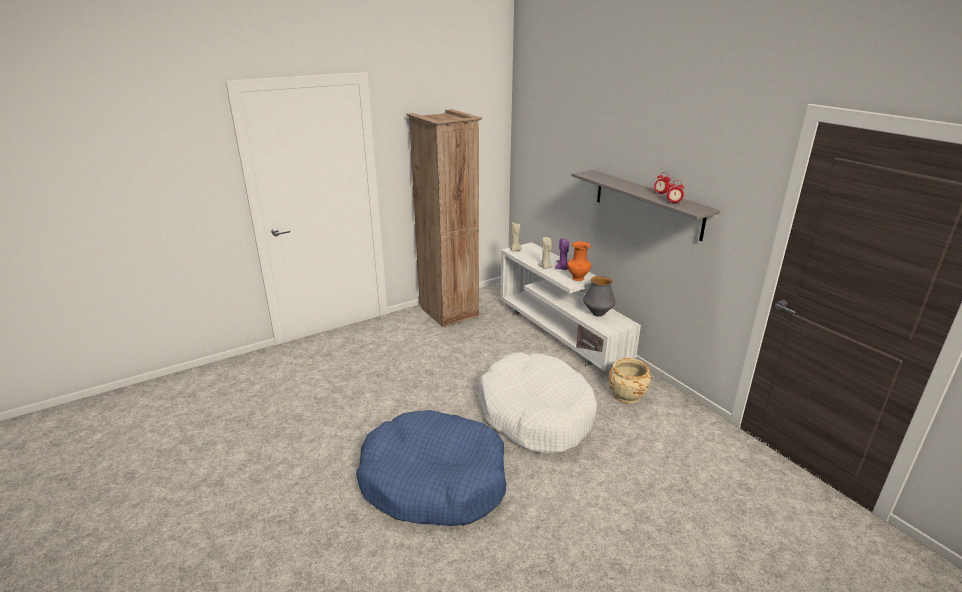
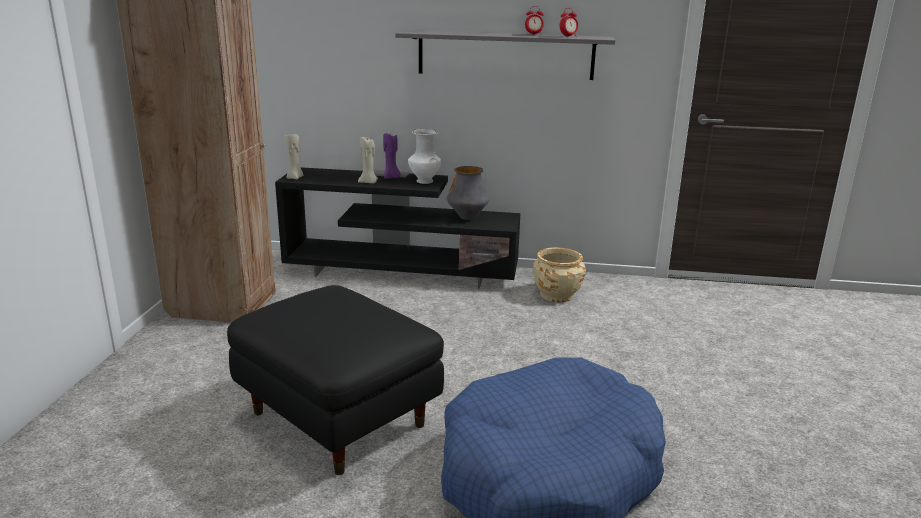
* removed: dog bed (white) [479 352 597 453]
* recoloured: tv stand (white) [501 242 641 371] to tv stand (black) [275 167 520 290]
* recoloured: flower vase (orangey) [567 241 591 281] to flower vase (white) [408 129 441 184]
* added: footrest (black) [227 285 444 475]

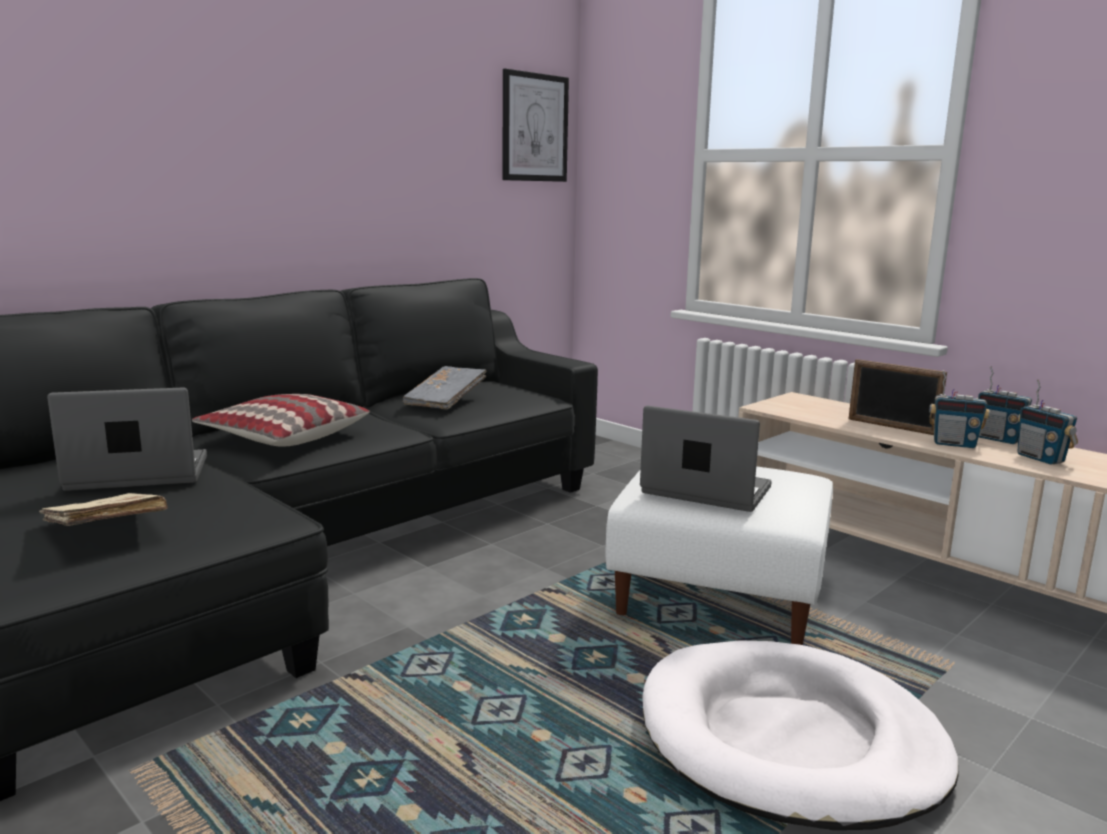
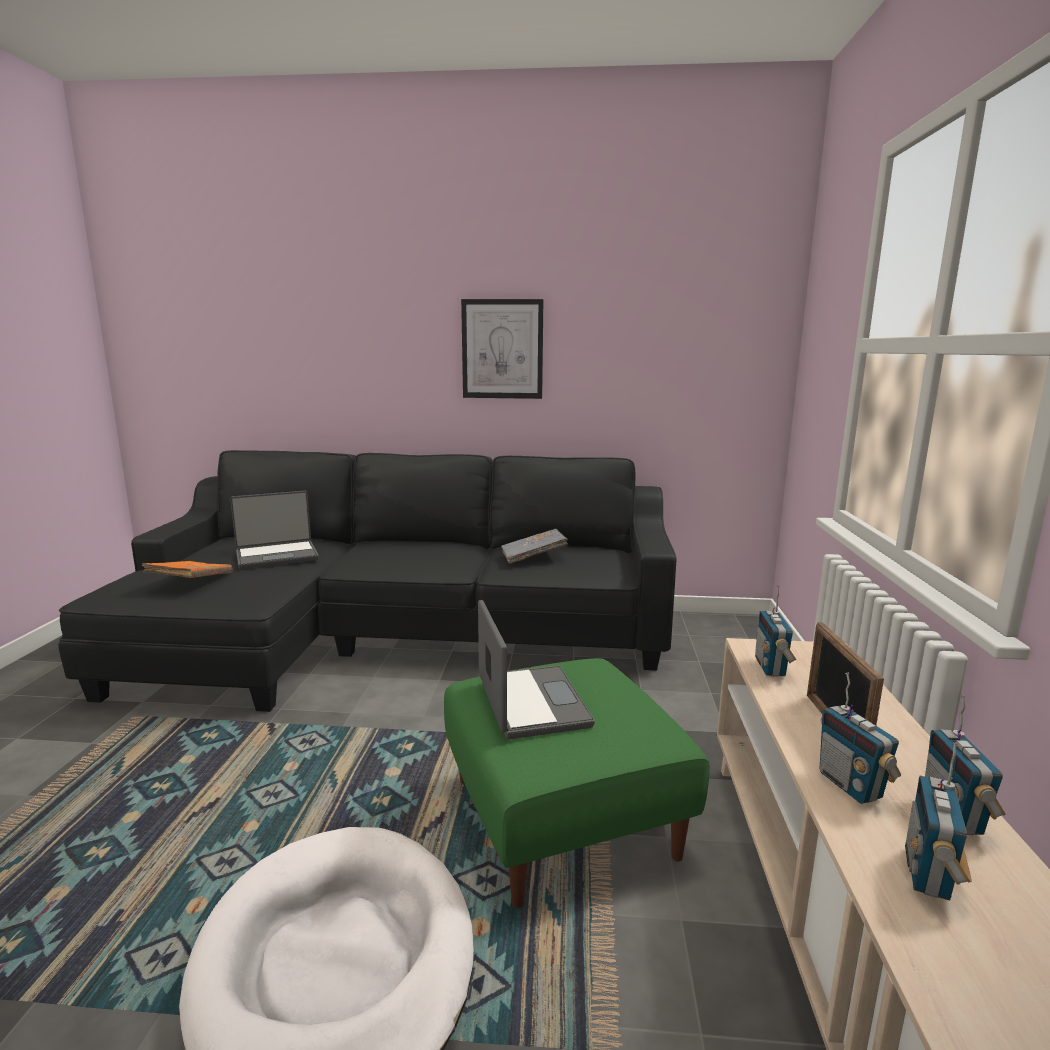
* recoloured: bound book (beige-coloured) [39 493 168 526] to bound book (orangey) [142 561 233 578]
* turned: portable computer [47 387 207 491] = [230 491 319 569] 120 degrees clockwise
* removed: throw pillow [192 394 370 447]
* moved: picture [503 68 569 182] to [461 299 543 399]
* recoloured: footrest (white) [606 466 833 645] to footrest (green) [444 658 710 908]
* added: radio receiver [755 586 796 677]

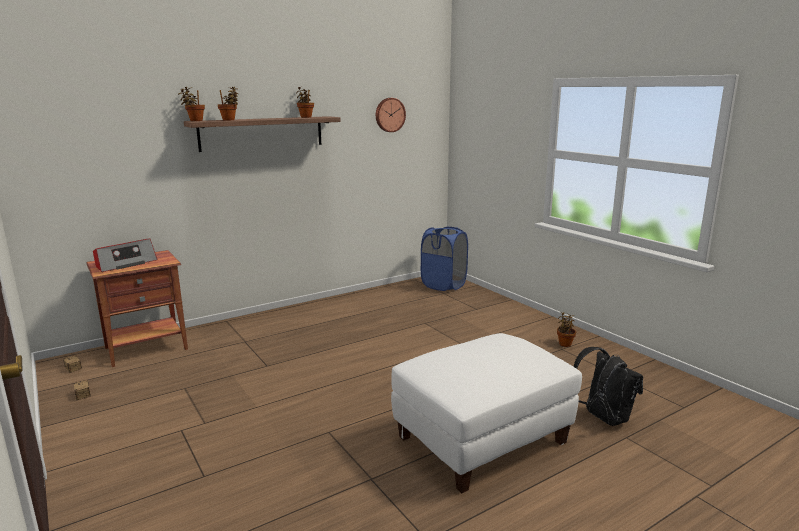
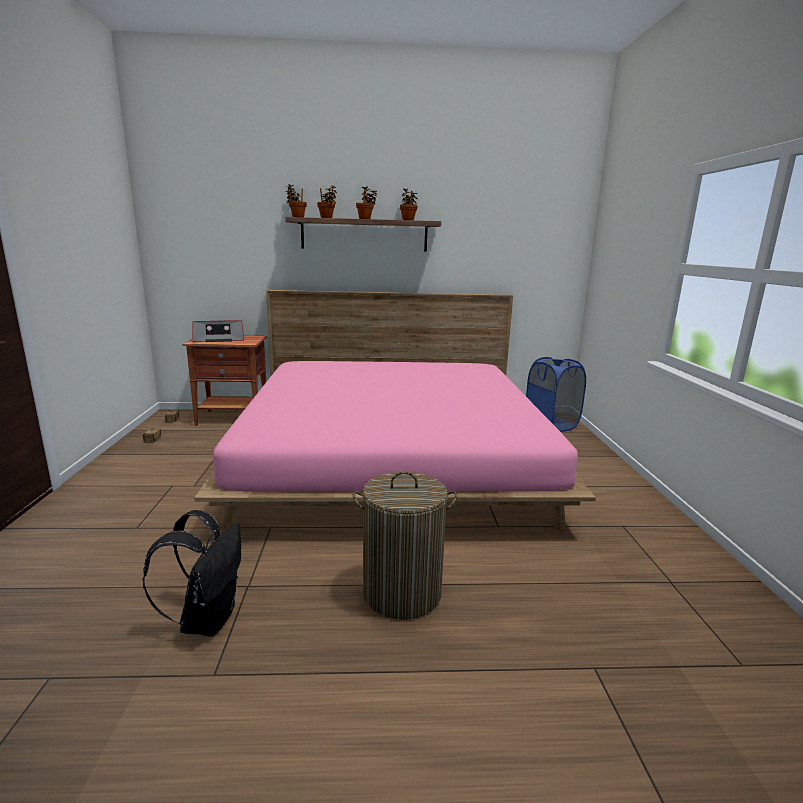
* removed: hanging clock [376 98 406 132]
* replaced: footrest (white) [391 333 582 493] to washing basket [353 472 457 620]
* moved: potted plant [557 313 576 347] to [356 187 377 219]
* moved: rucksack (black) [574 347 643 426] to [142 510 241 637]
* added: bedroom bed (pinkish) [194 290 596 531]

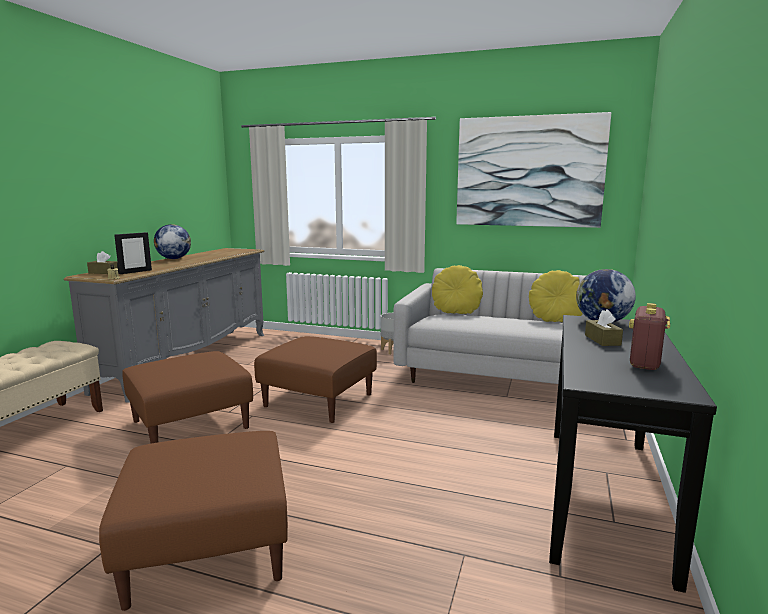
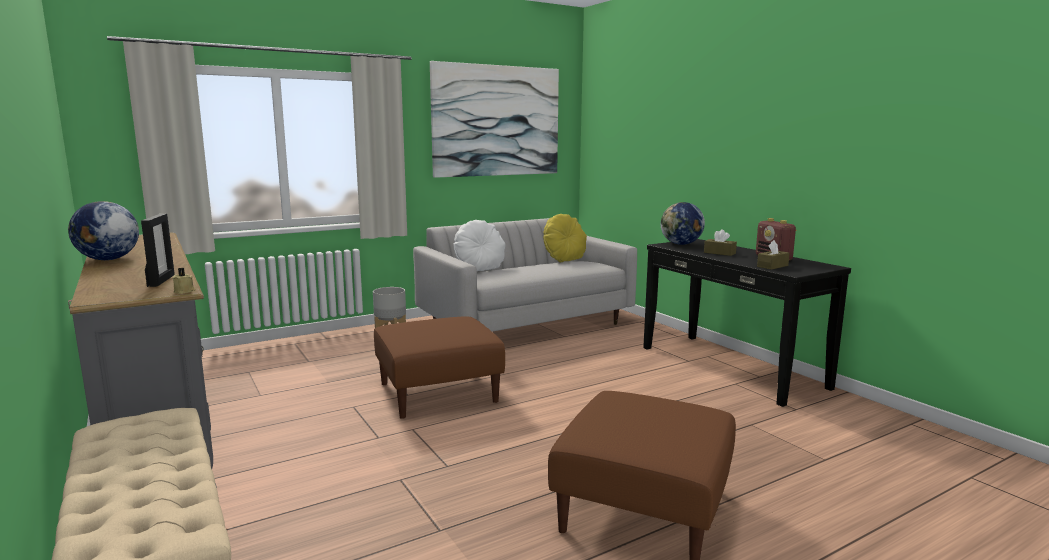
* moved: box of tissues (brown-coloured) [87 251 118 274] to [757 240 790 270]
* removed: footrest (brown-coloured) [122 351 253 444]
* recoloured: throw pillow (yellow) [432 265 483 314] to throw pillow (white) [453 220 506 271]

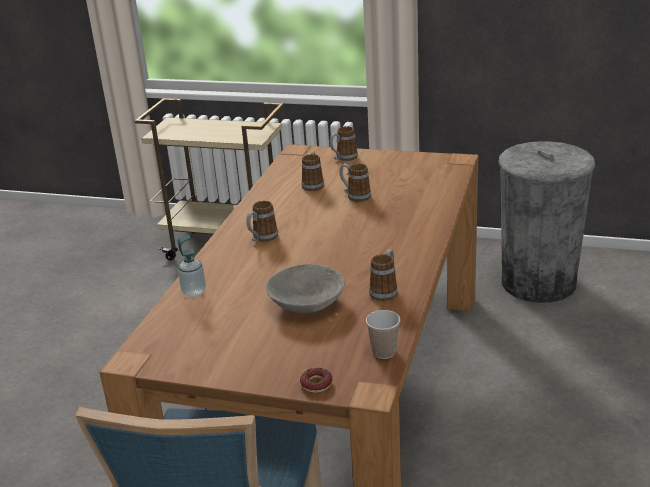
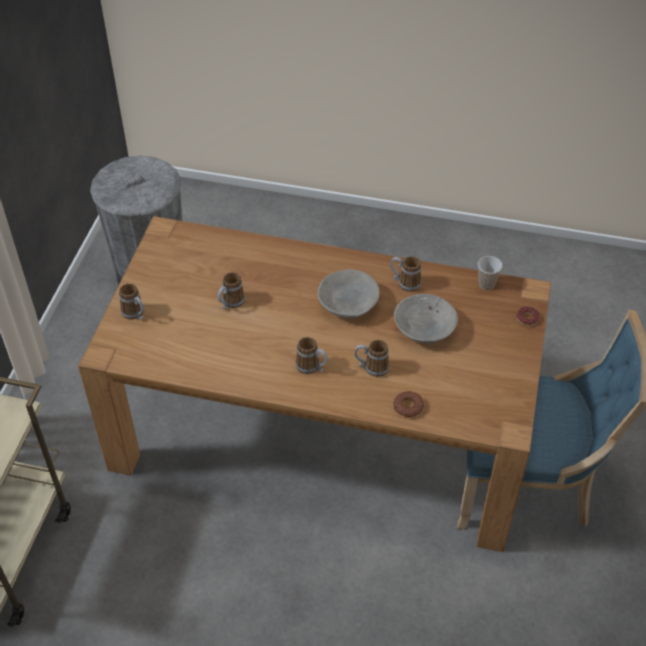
* replaced: liquid soap bottle [178 234 206 297] to donut [394 391 424 417]
* moved: coffee mug [301 151 324 191] to [355 339 389 377]
* added: serving bowl (grey) [318 269 380 318]

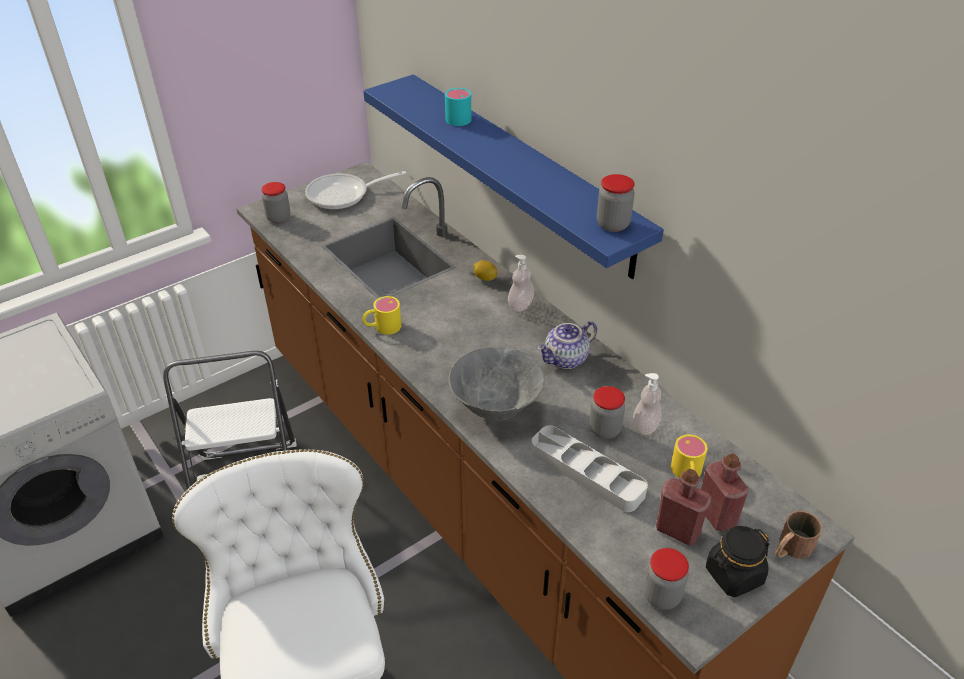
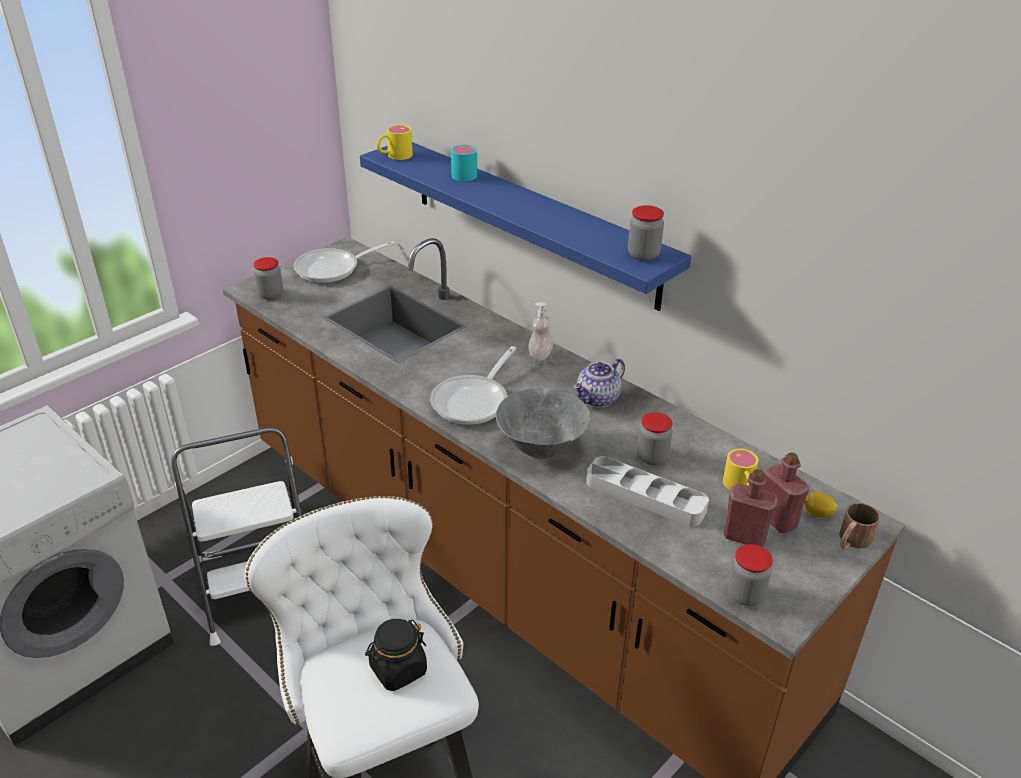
* moved: coffee mug (yellow) [362 296 401 335] to [377 125 413 160]
* moved: whole lemon [473 260 498 281] to [805 492 838 518]
* removed: liquid soap bottle [633 373 662 435]
* moved: jar (black) [706 526 770 597] to [365 619 427 691]
* added: pan [430 346 517 425]

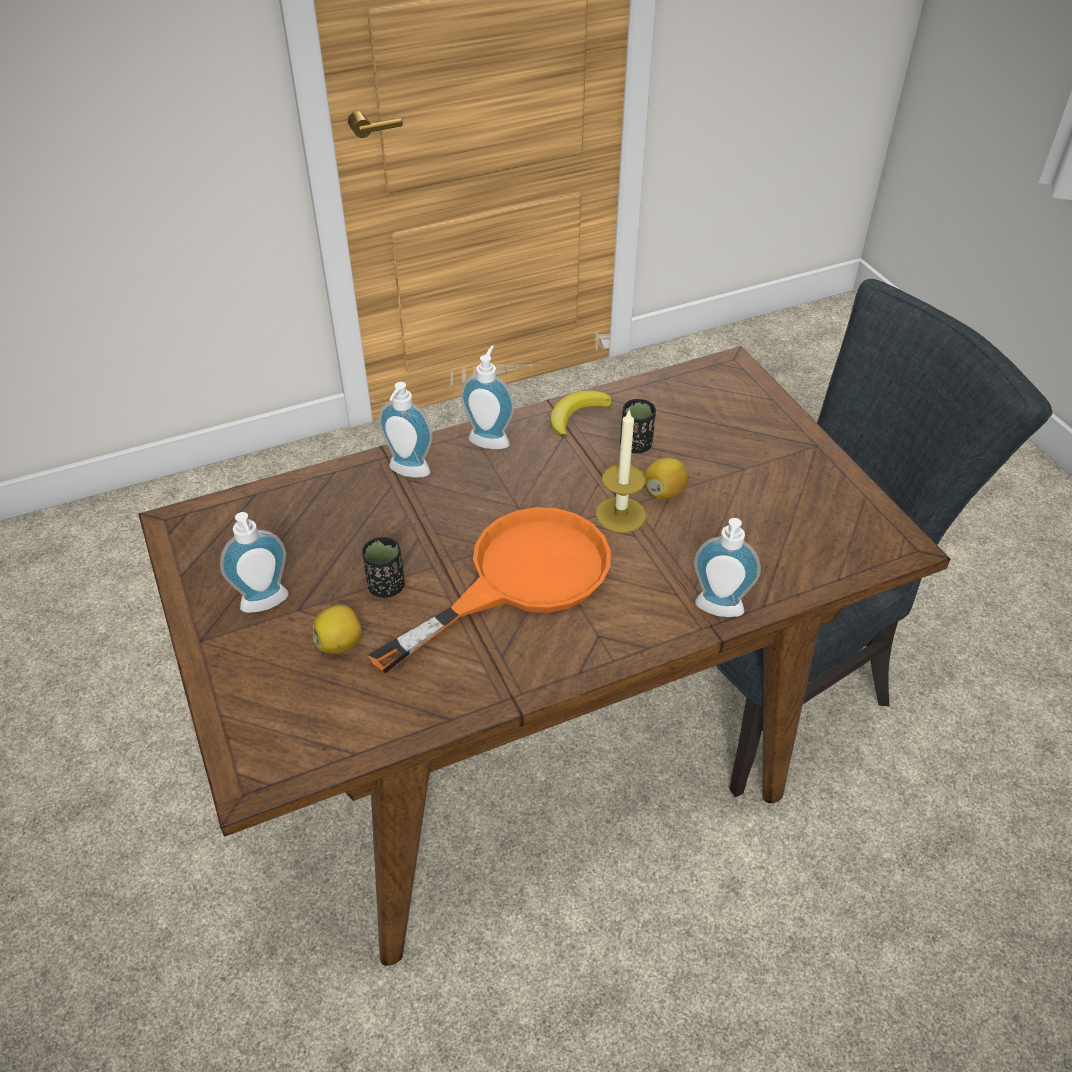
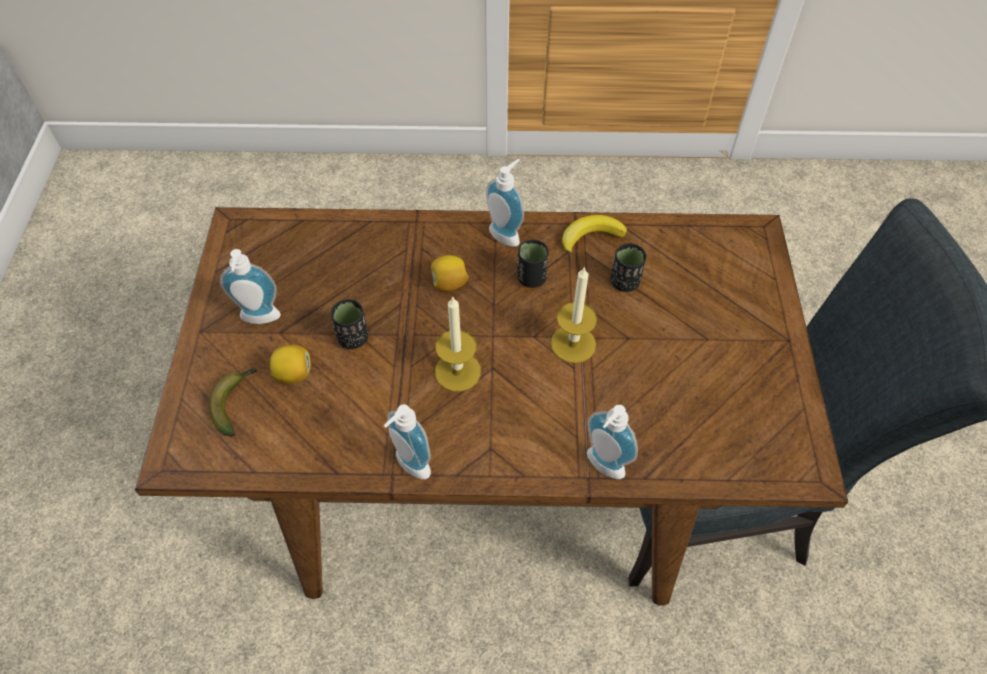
* replaced: pan (orangey) [368 507 611 673] to wax light [435 296 481 392]
* moved: liquid soap bottle [379 382 432 477] to [384 404 431 479]
* moved: whole lemon [644 458 689 500] to [431 255 469 291]
* added: whole banana [209 368 257 437]
* added: small cup (black) [517 240 549 288]

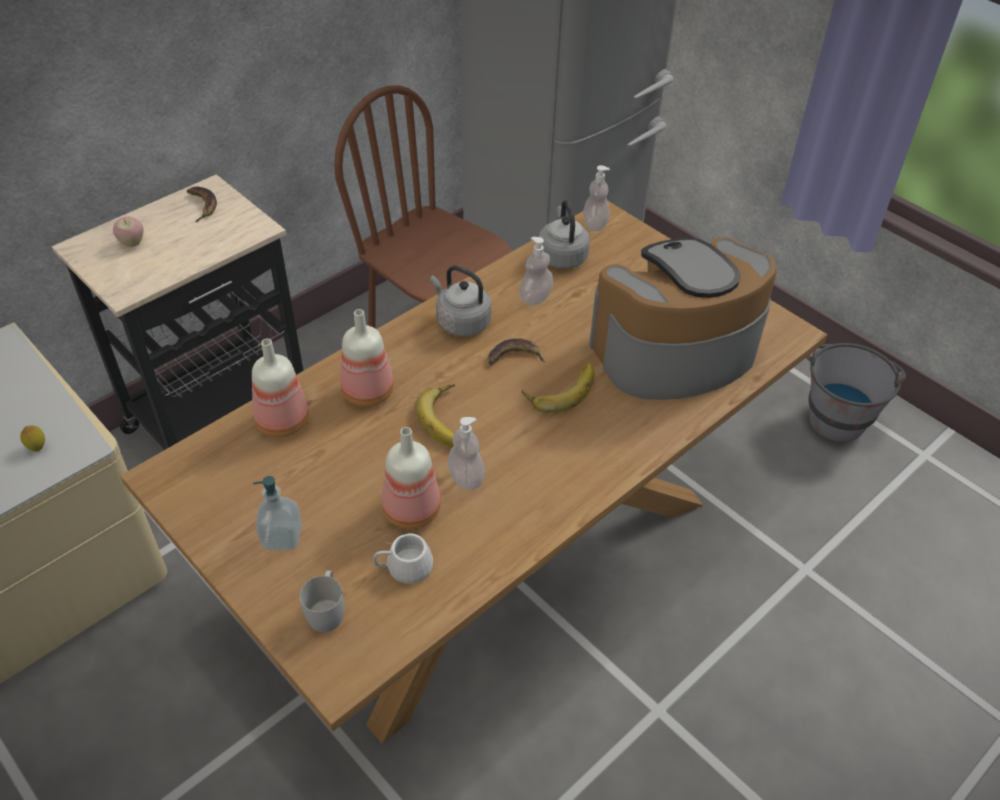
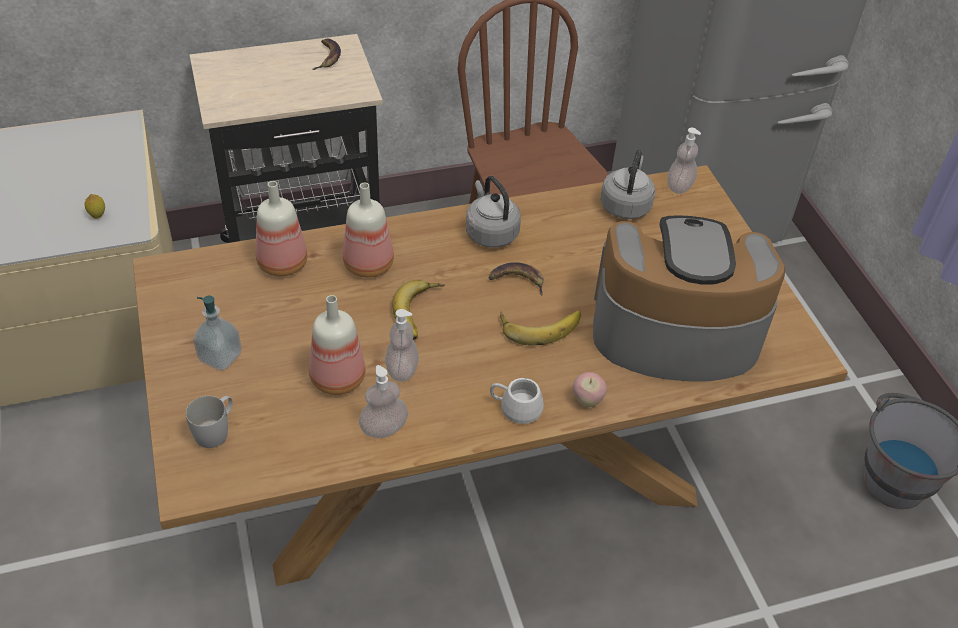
* moved: apple [113 216 143 247] to [573 372 607 407]
* moved: coffee mug (white) [373 533 433 584] to [490 378 544 424]
* moved: liquid soap bottle [519 237 553 305] to [359 365 408 438]

